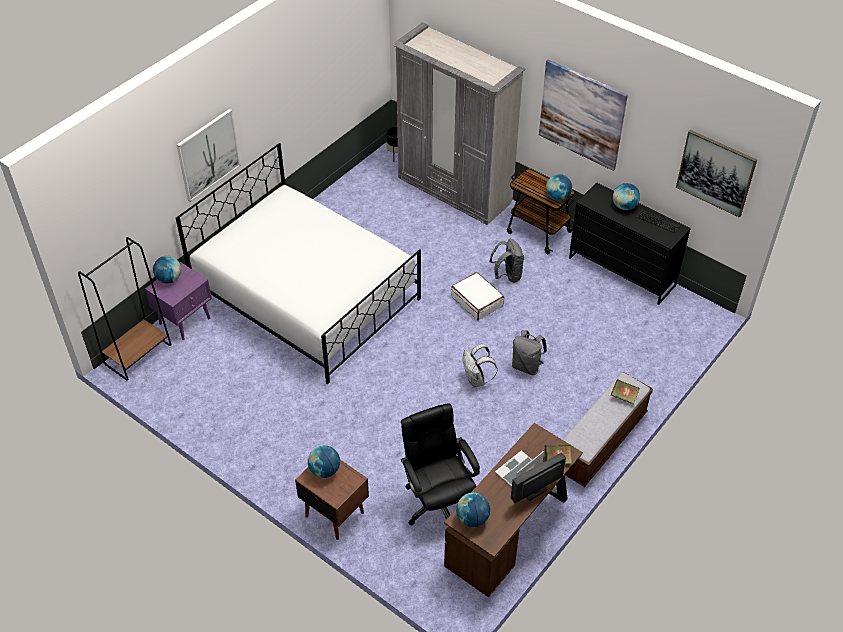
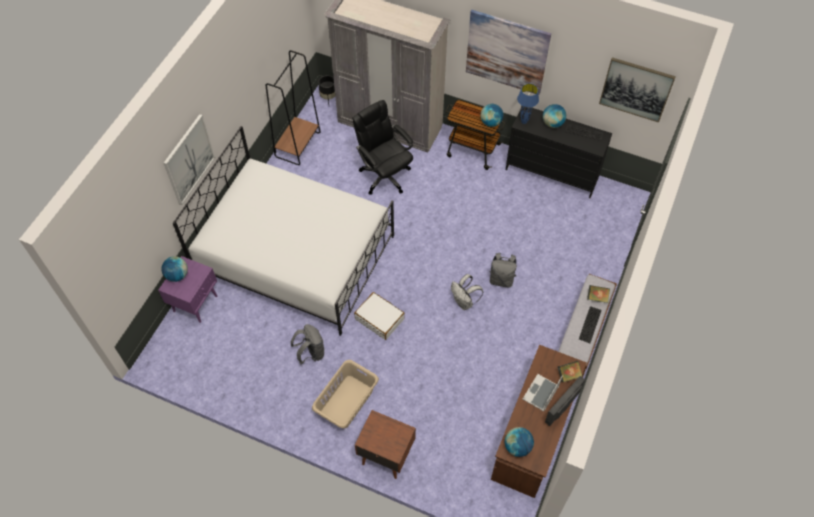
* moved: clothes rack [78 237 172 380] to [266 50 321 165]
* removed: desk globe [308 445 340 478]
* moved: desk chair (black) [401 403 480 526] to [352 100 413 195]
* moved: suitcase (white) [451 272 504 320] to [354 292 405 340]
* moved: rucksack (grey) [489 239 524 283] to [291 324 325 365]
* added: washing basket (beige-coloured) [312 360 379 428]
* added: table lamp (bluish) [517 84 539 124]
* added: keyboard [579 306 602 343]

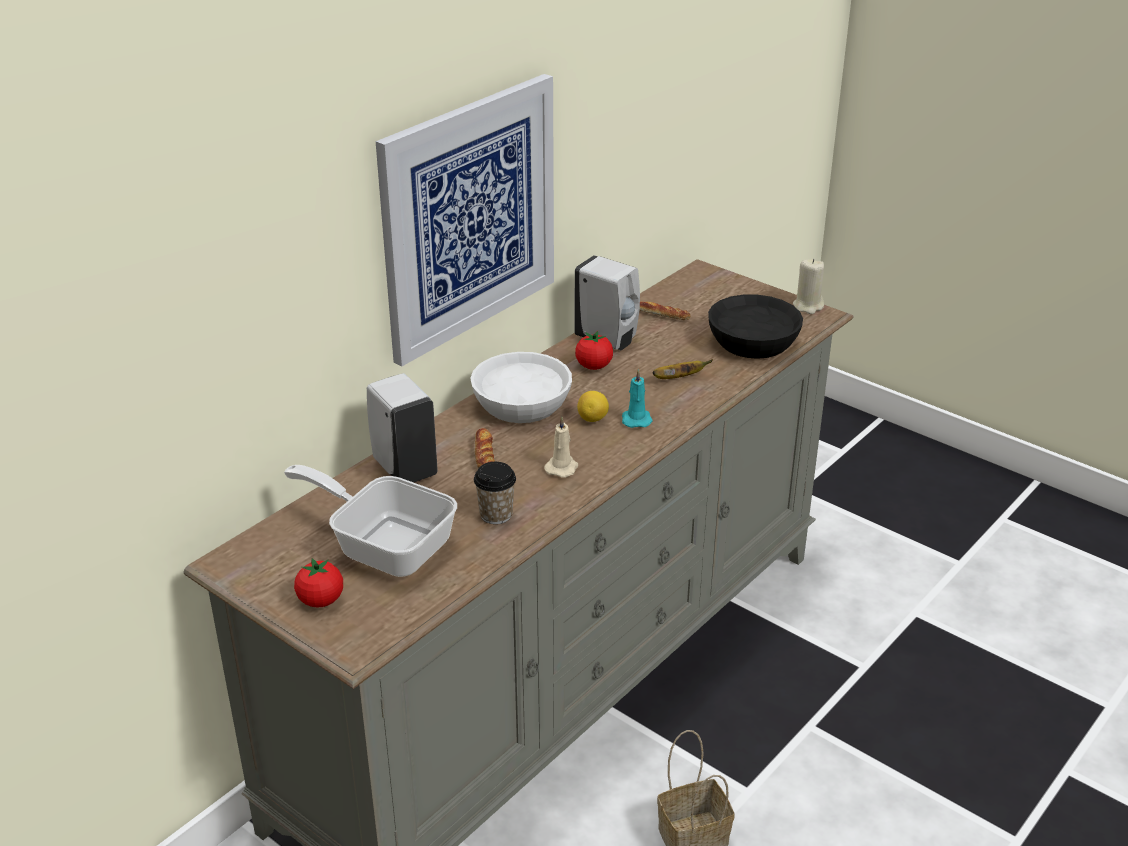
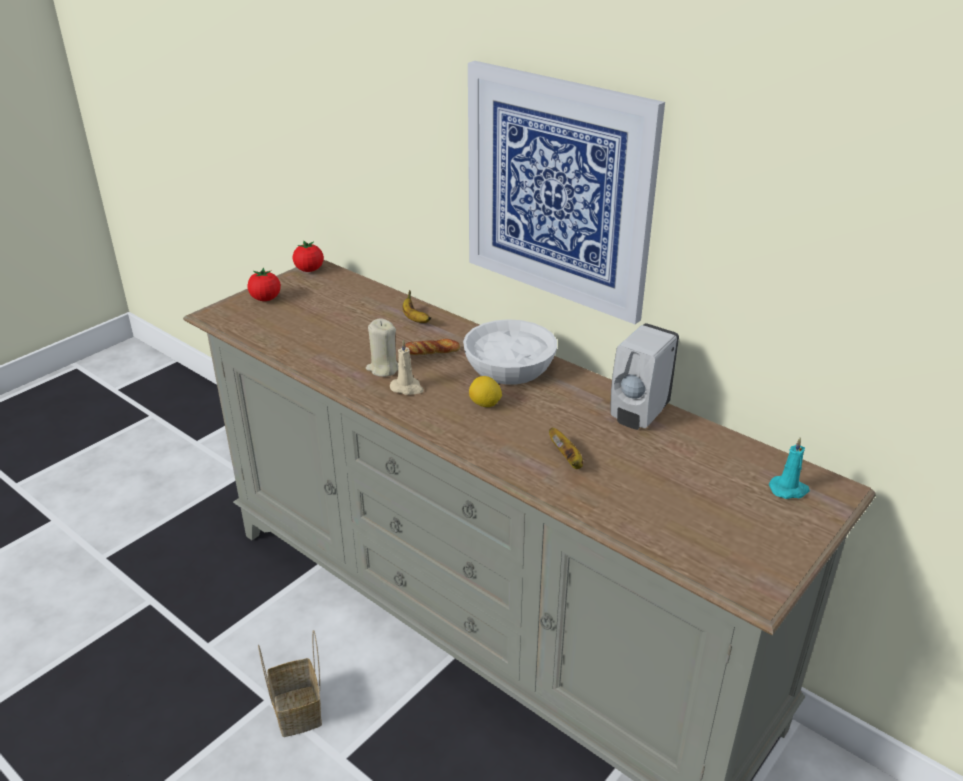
* removed: pan [284 465 457 577]
* replaced: liquid soap bottle (white) [367 373 438 482] to whole banana [403 290 431 323]
* removed: small cup [474 462 516 524]
* moved: whole tomato [575 331 613 370] to [293 241 324 272]
* moved: wax light (turquoise-coloured) [622 369 653 428] to [769 437 810 499]
* removed: bakery bread [639 301 690 320]
* removed: serving bowl (black) [708 295 803 359]
* moved: wax light (beige-coloured) [793 259 824 314] to [366 318 398 377]

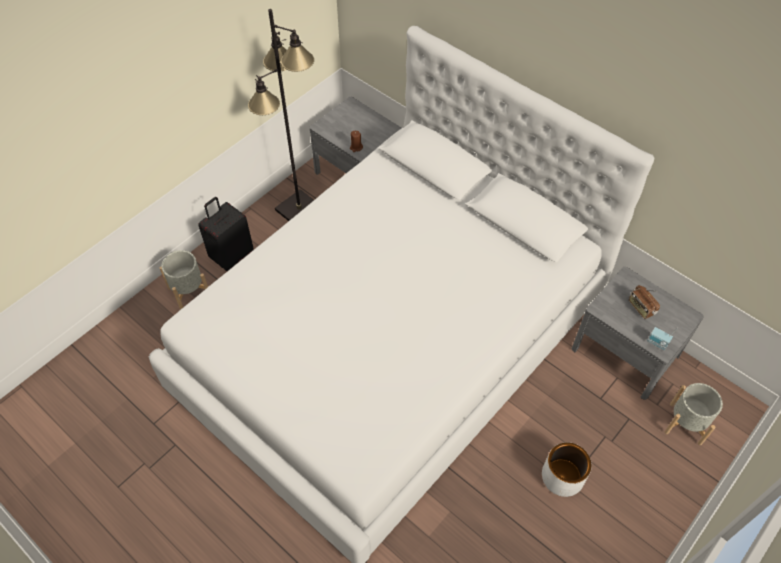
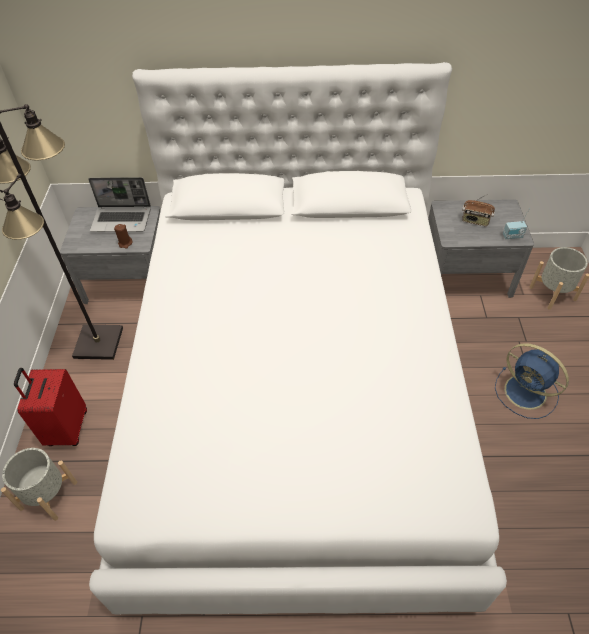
* recoloured: suitcase (black) [198 197 253 271] to suitcase (red) [14 368 87 446]
* replaced: planter (white) [542 442 592 497] to cooling fan (bluish) [495 343 569 419]
* added: portable computer [88 177 151 232]

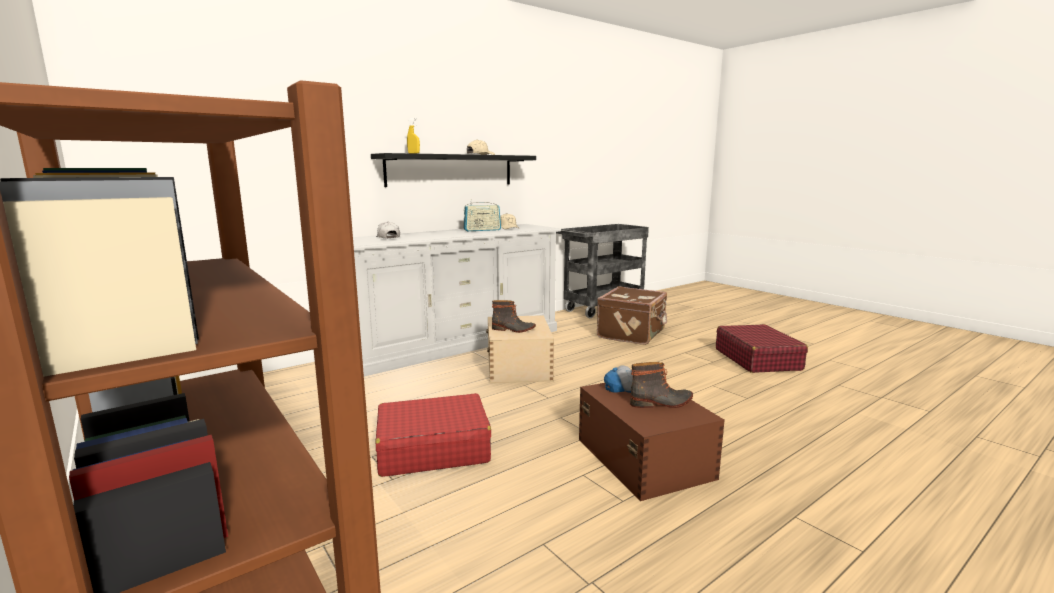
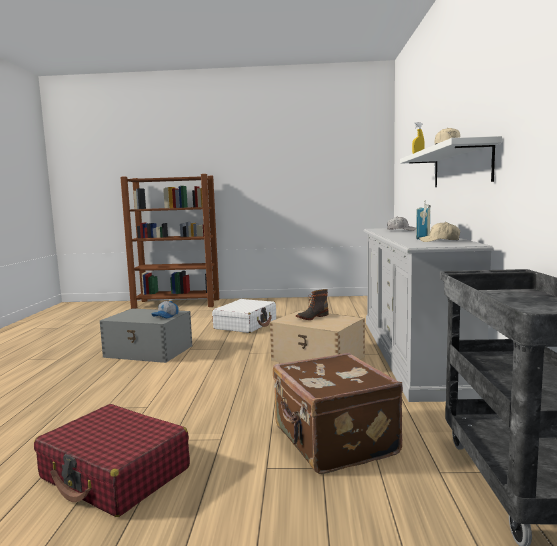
* recoloured: shelf (black) [371 153 536 187] to shelf (white) [400 136 502 187]
* recoloured: suitcase (red) [375 393 491 477] to suitcase (white) [212 299 276 333]
* recoloured: storage box (brown-coloured) [579 383 725 501] to storage box (grey) [100 308 192 363]
* removed: boot [630 362 693 408]

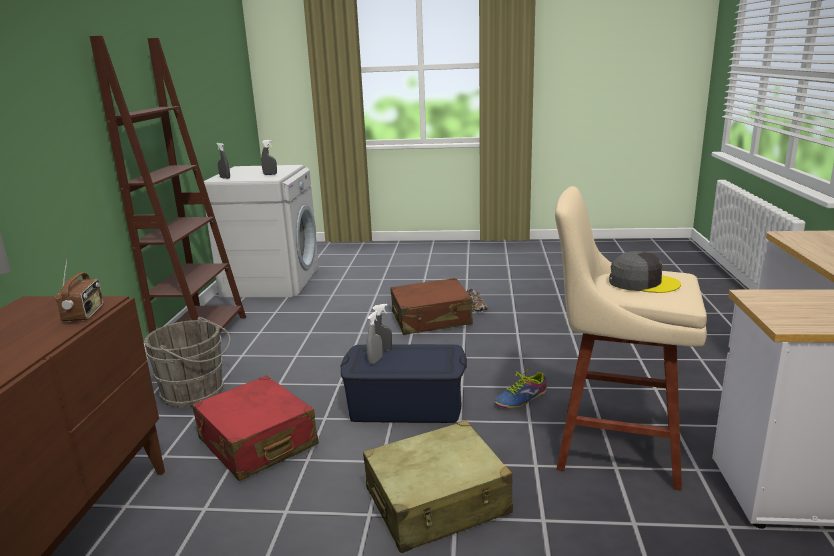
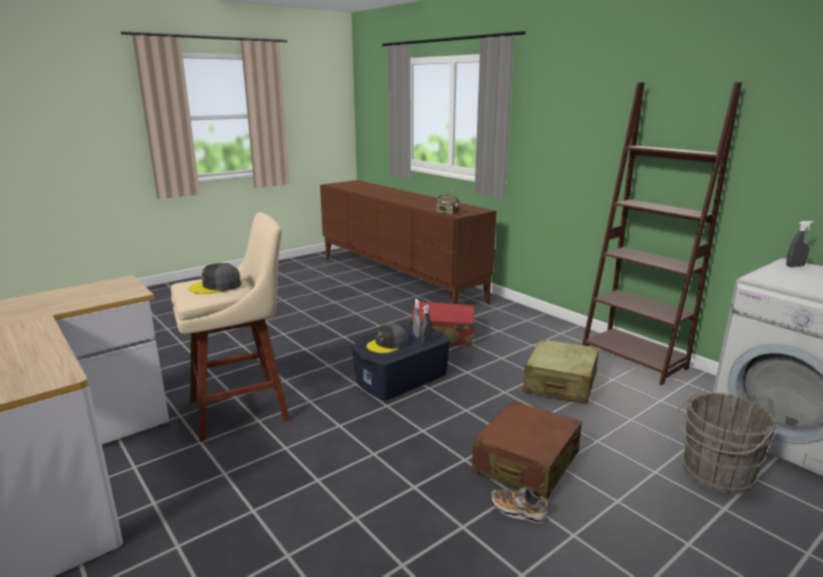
* moved: water bucket (grey) [144 317 231 408] to [675 392 777 494]
* removed: hand sprayer (grey) [261 140 277 175]
* moved: suitcase (beige-coloured) [363 420 513 553] to [523 339 599 404]
* removed: shoe [494 367 547 408]
* added: cap (grey) [366 323 408 353]

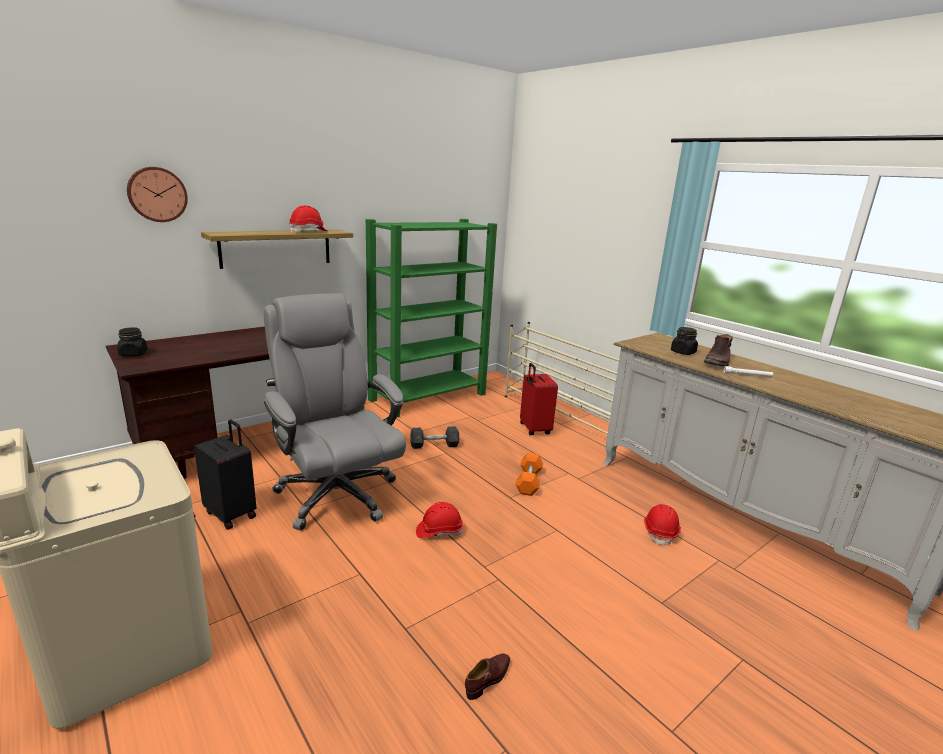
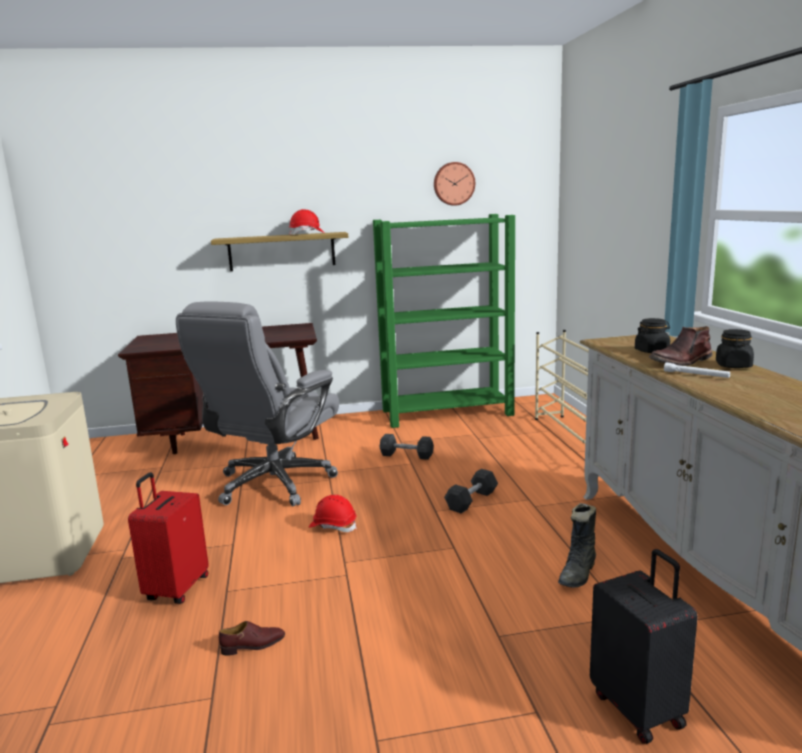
* moved: jar (black) [117 327 147 356] to [716 329 754 368]
* moved: hanging clock [127 167 188 222] to [434 162 475 206]
* moved: suitcase (black) [194 419 256 530] to [590 549 698 744]
* turned: desk chair (grey) [264 293 406 531] = [176 302 339 507] 150 degrees counterclockwise
* recoloured: hand weight (orangey) [515 453 543 496] to hand weight (grey) [444 469 498 513]
* moved: suitcase (red) [520 363 558 435] to [128 472 209 604]
* replaced: hard hat (red) [644 504 681 547] to boot (black) [558 503 596 588]

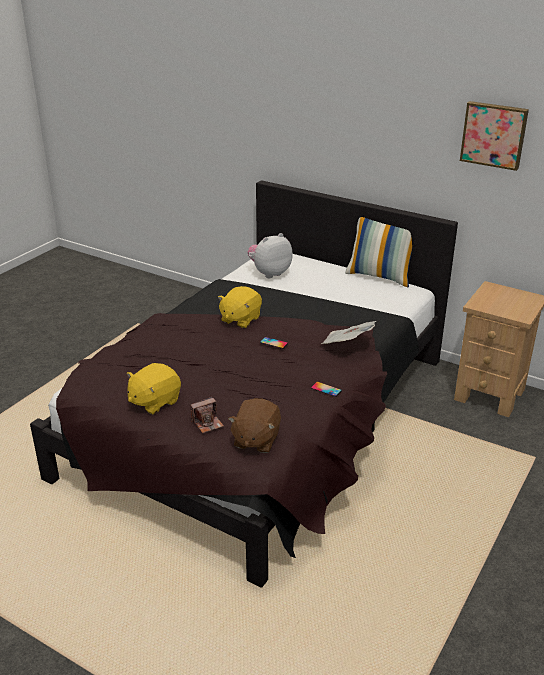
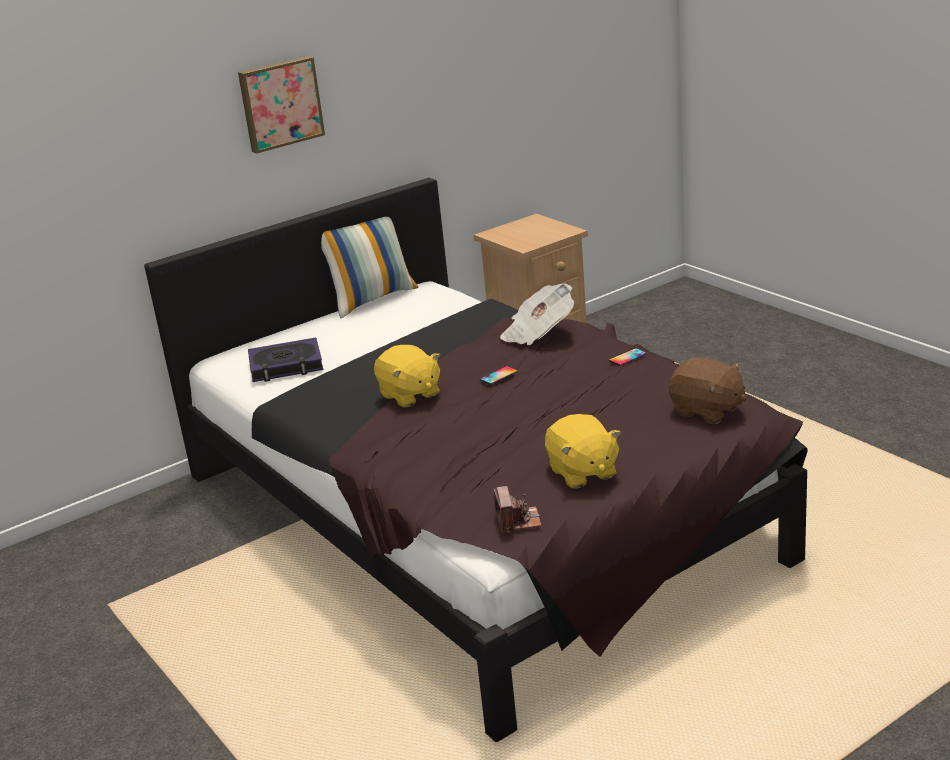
* moved: photo camera [190 397 224 433] to [493 486 541 533]
* replaced: plush toy [247 233 292 278] to bound book [248 337 323 382]
* moved: picture [460 101 529 171] to [238 56 325 154]

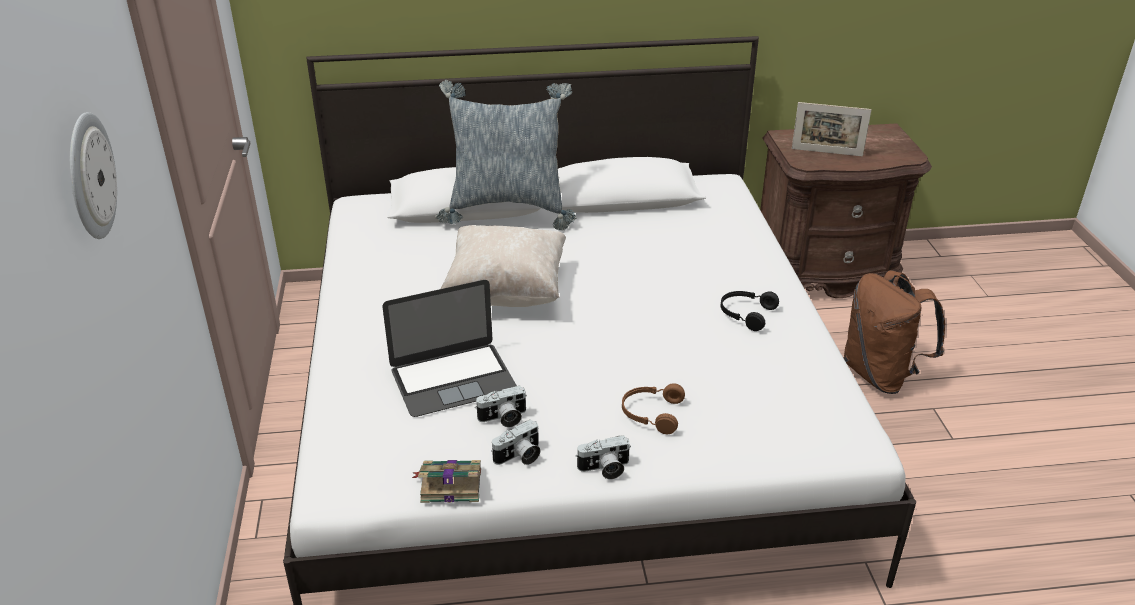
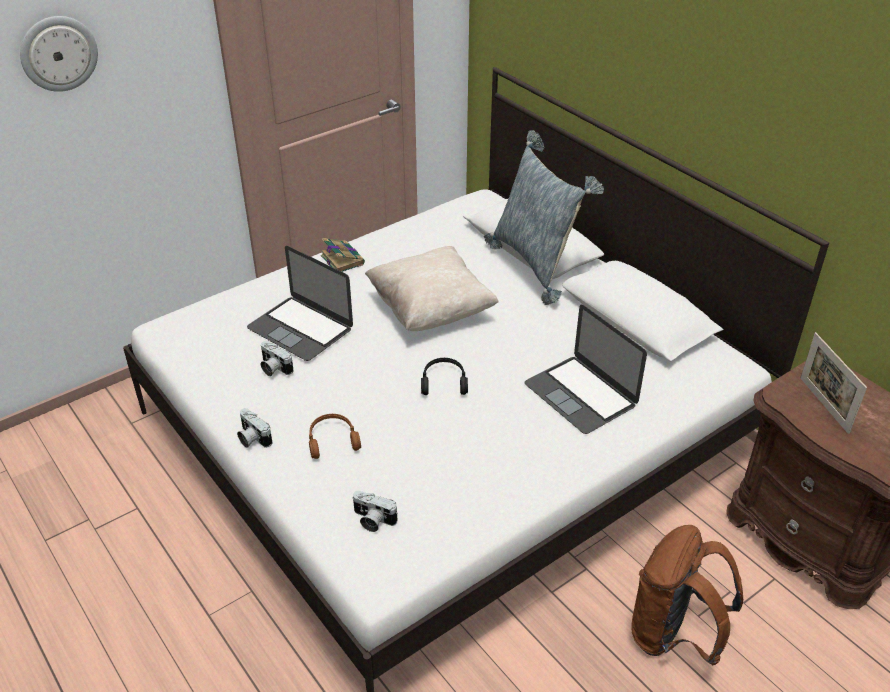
* moved: bound book [412 460 481 503] to [321 238 365 272]
* moved: photo camera [491 419 541 465] to [352 491 398 532]
* moved: pair of headphones (black) [720 291 779 331] to [421 358 468 395]
* added: portable computer [525 304 647 434]

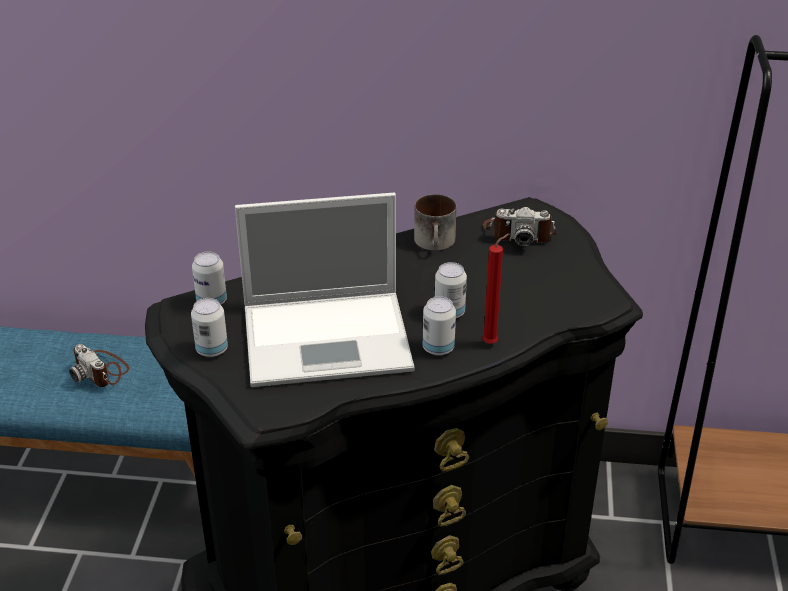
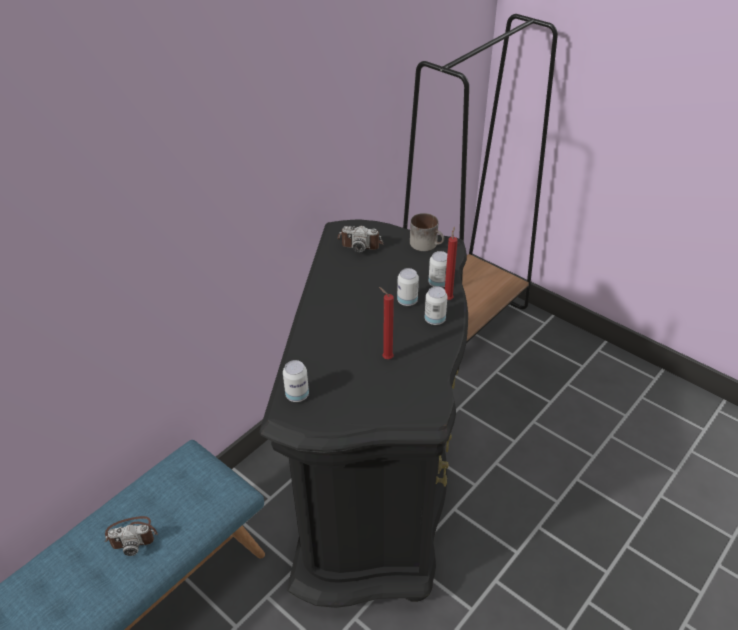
* moved: sealed can [191 298 228 357] to [429 251 447 288]
* replaced: portable computer [235 193 415 387] to wax light (red) [379 287 394 359]
* moved: coffee mug [414 194 457 251] to [410 213 444 251]
* turned: photo camera [483 207 557 247] = [337 226 383 252] 60 degrees clockwise

